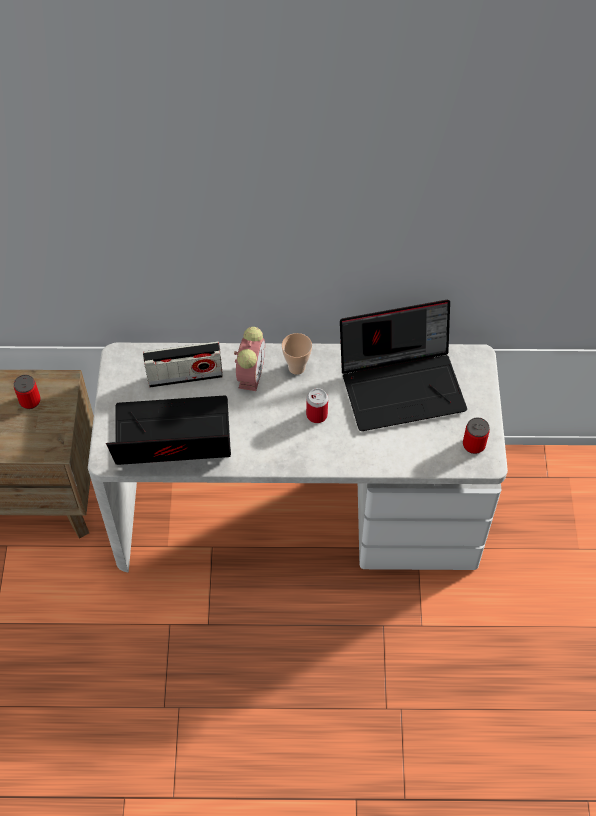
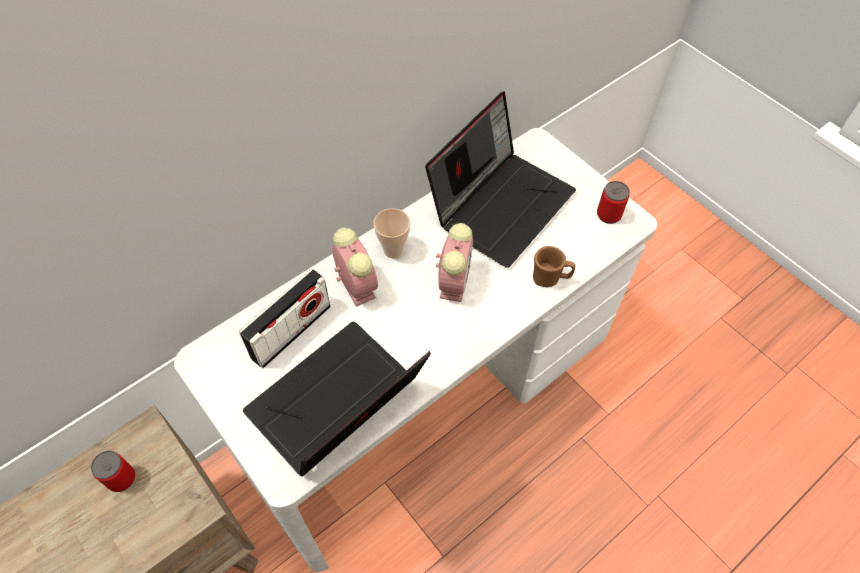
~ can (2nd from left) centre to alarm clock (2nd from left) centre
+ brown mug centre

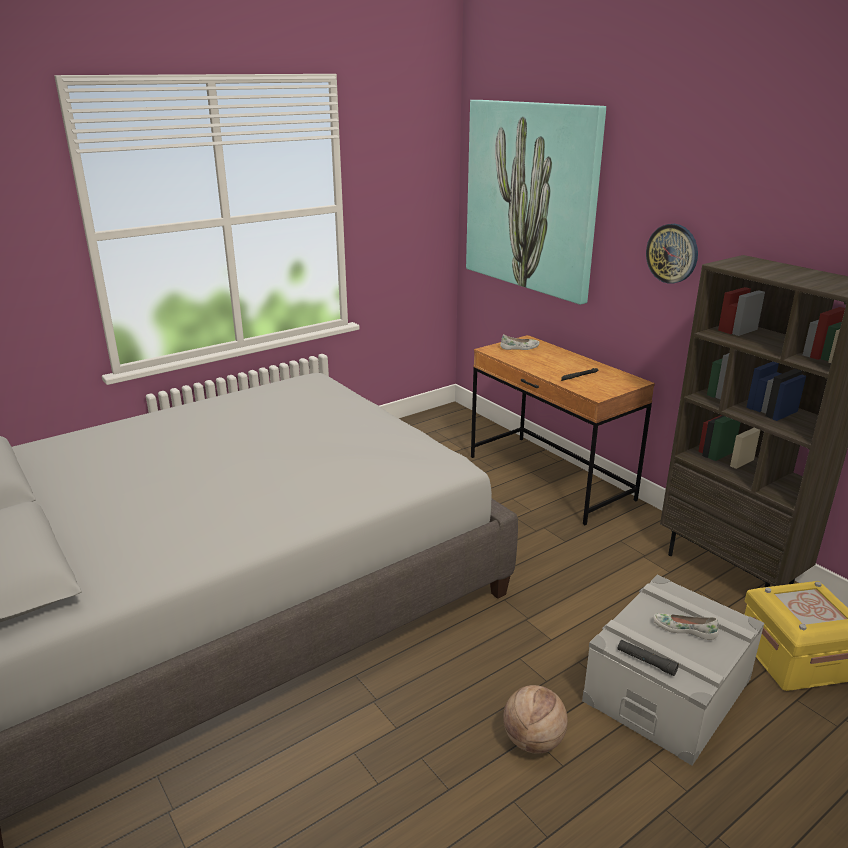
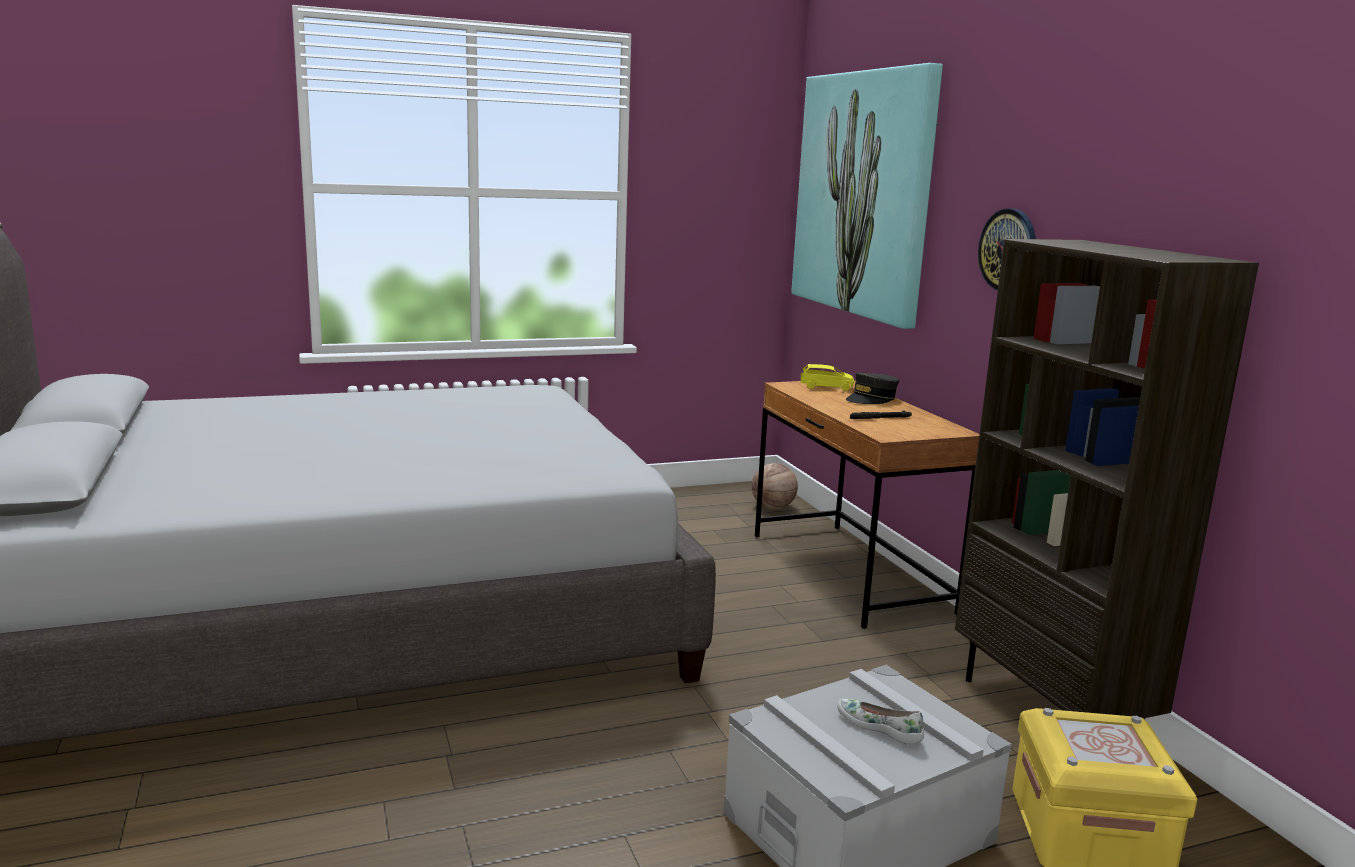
~ white shoe (1st from left) centre to yellow toy car centre
- black flashlight (2nd from left) bottom right
~ basketball bottom centre to centre
+ grey cap centre

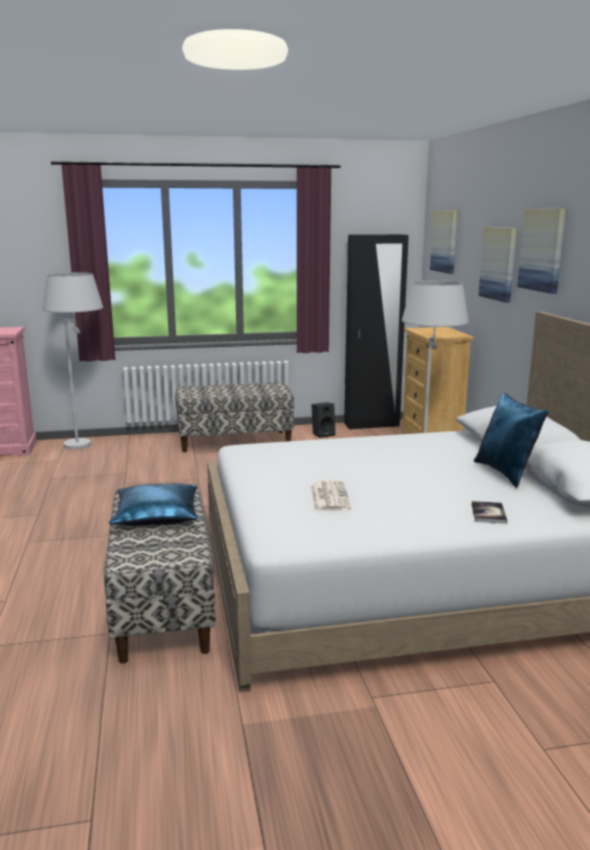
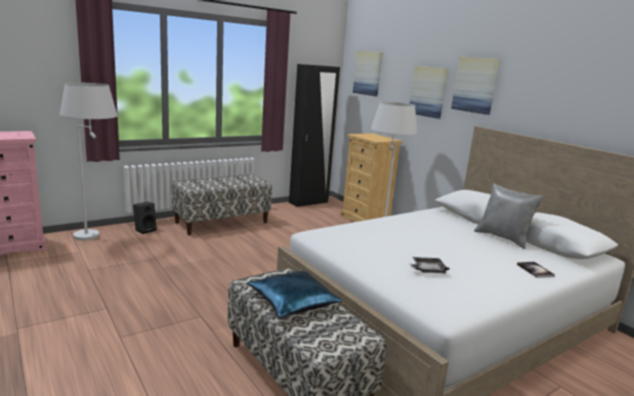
~ blue pillow (2nd from left) middle right to grey pillow middle right
~ black speaker centre to middle left
~ newspaper centre to grey tray bottom right

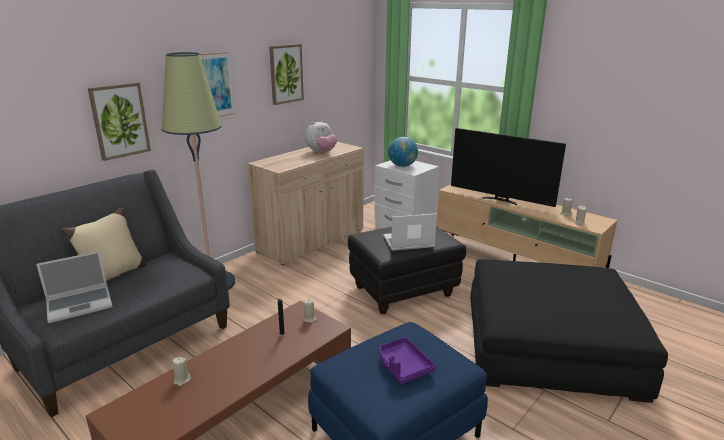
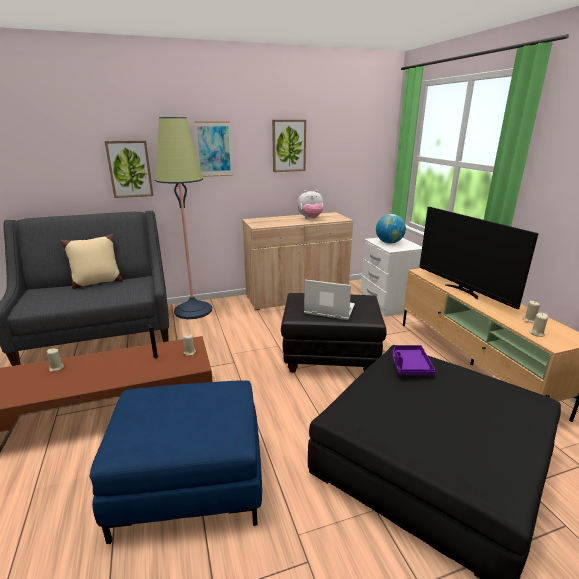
- laptop (1st from left) middle left
~ purple tray bottom centre to middle right

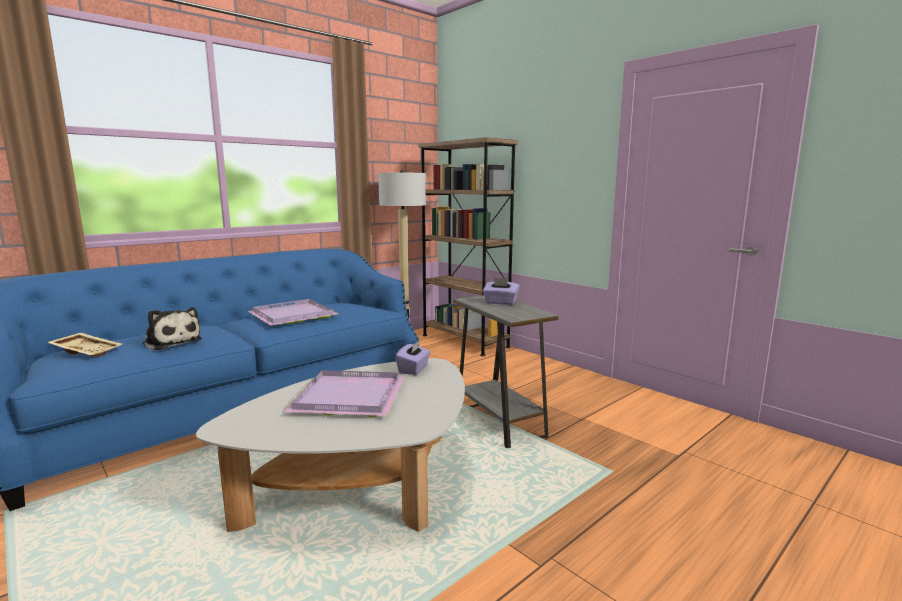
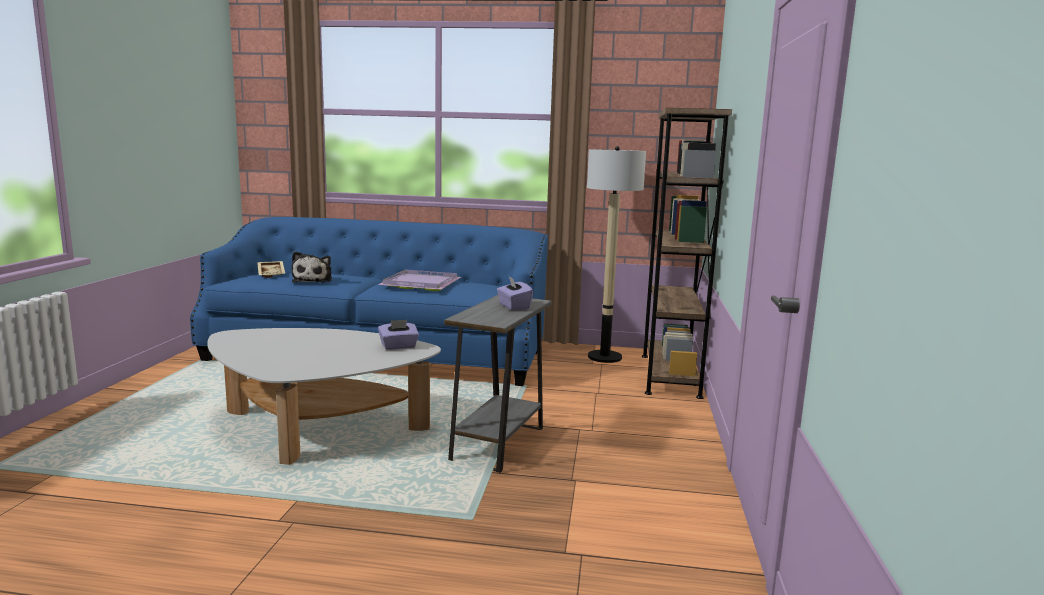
- purple tray (2nd from left) centre

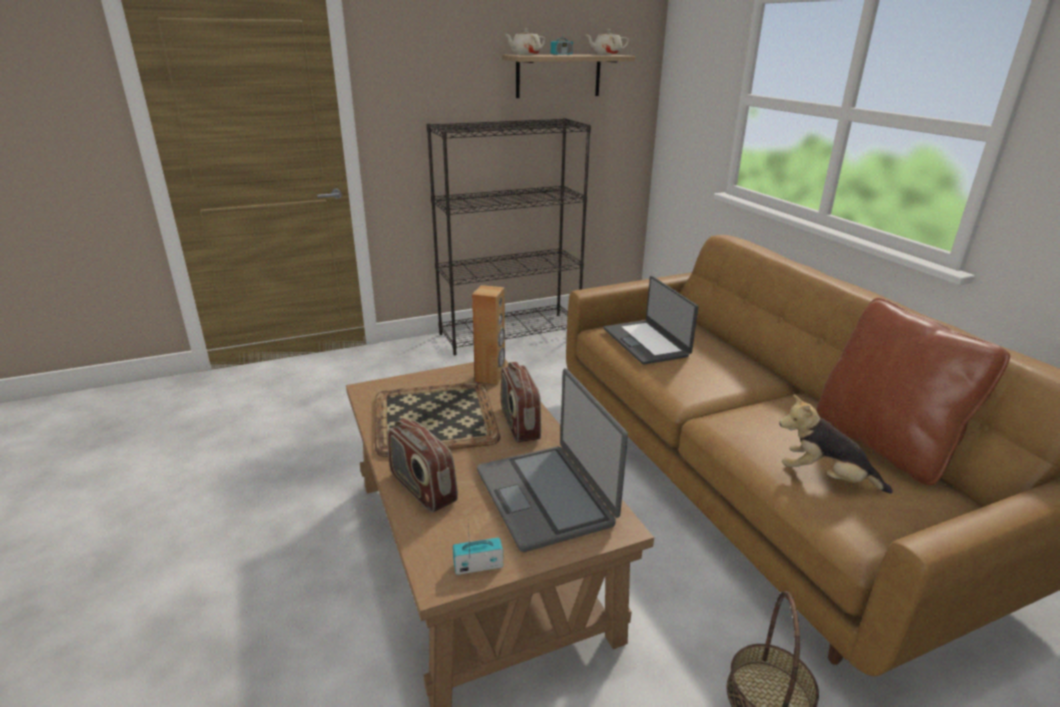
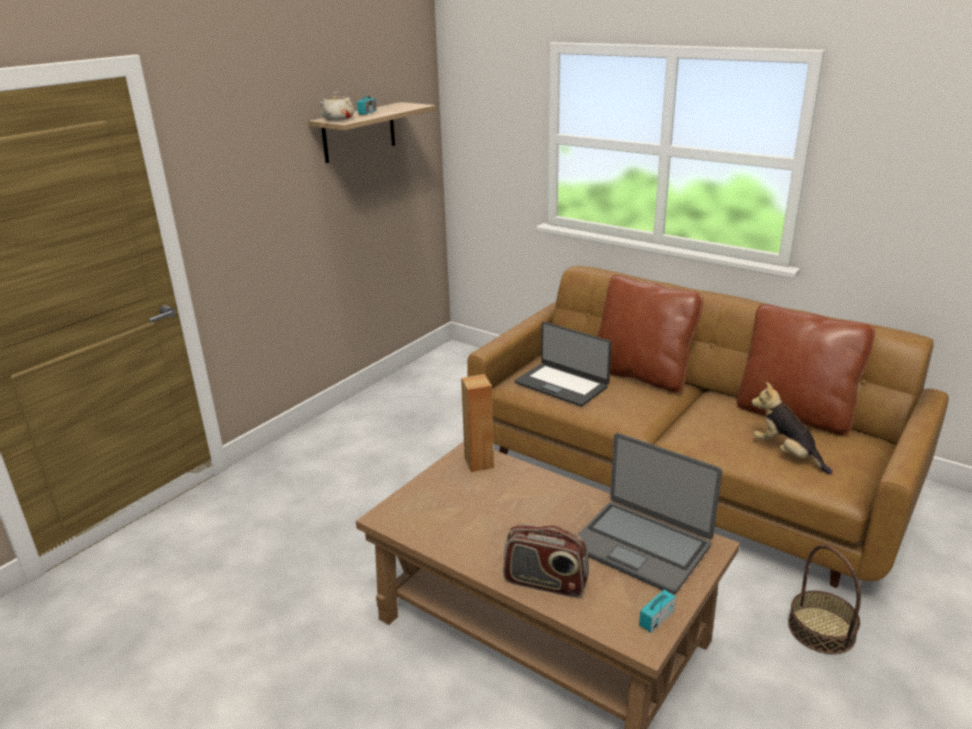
- beige teapot (2nd from left) top centre
- black bookcase centre
- radio (3rd from left) centre
- tray centre
~ plush toy middle right = middle right 60 degrees clockwise
+ brown pillow (1st from left) middle right

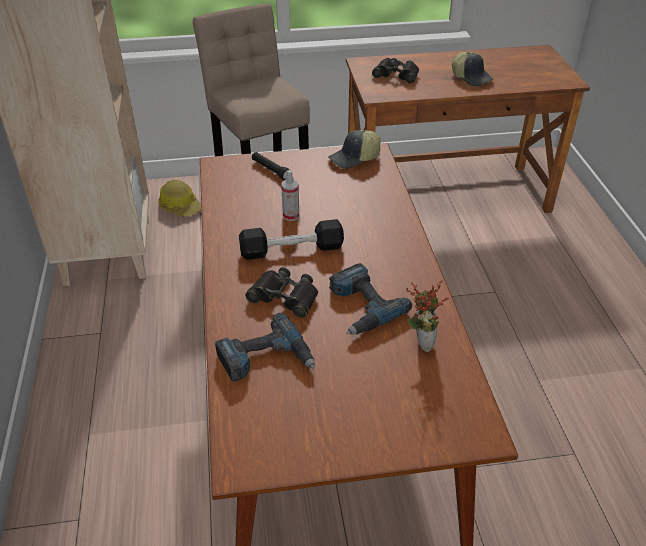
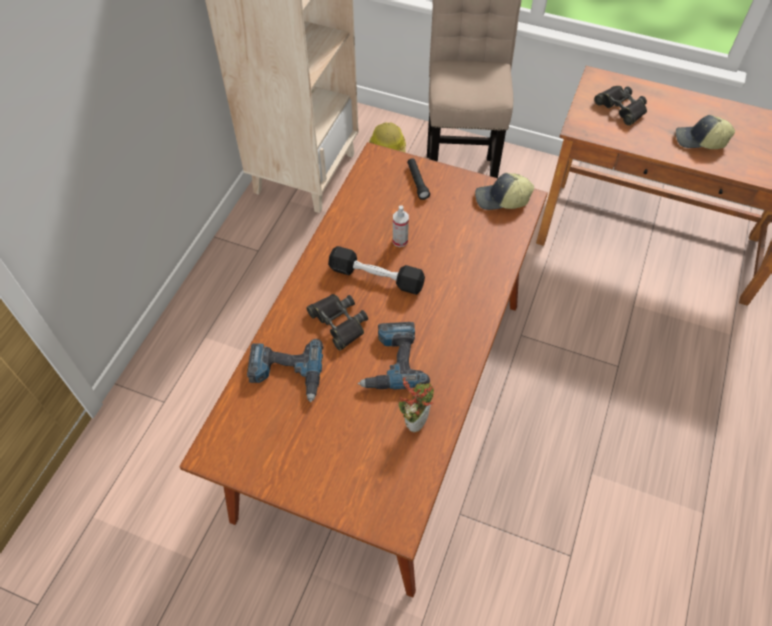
~ cap (2nd from left) top right = top right 105 degrees clockwise

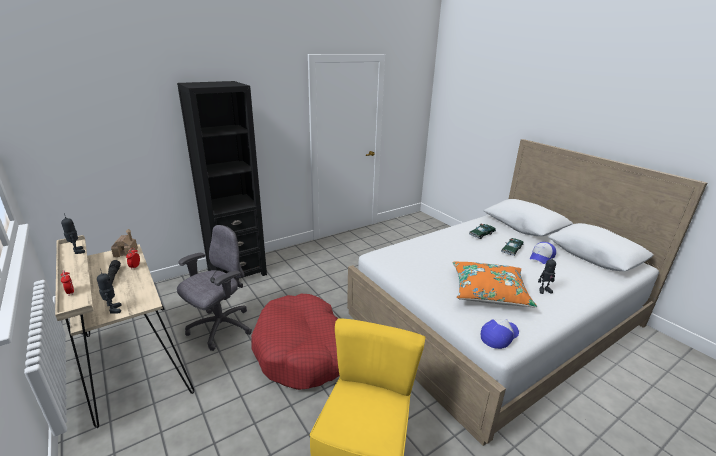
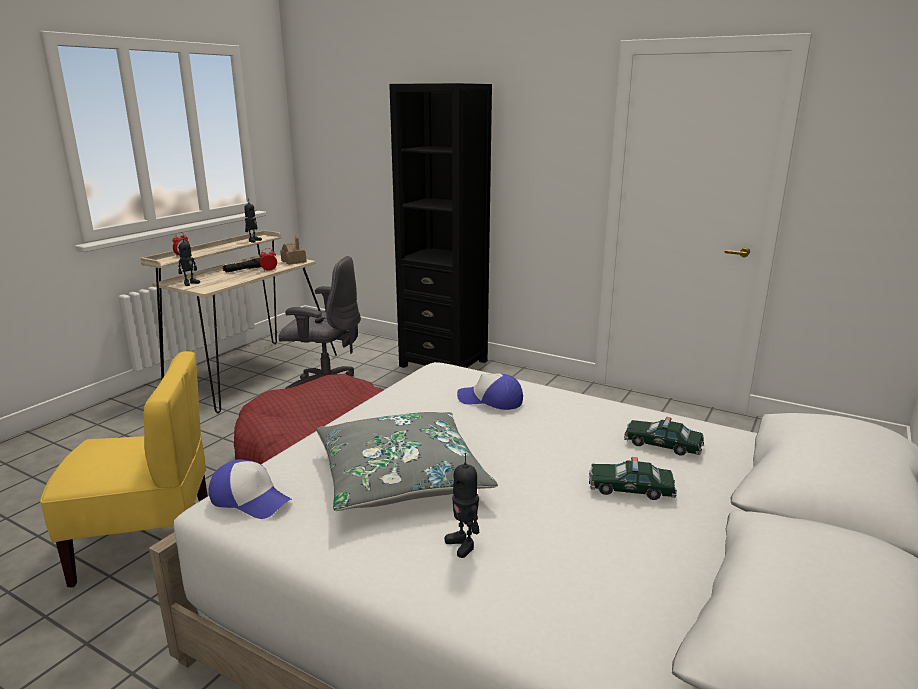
~ cap (2nd from left) middle right to centre
~ orange pillow middle right to grey pillow bottom centre

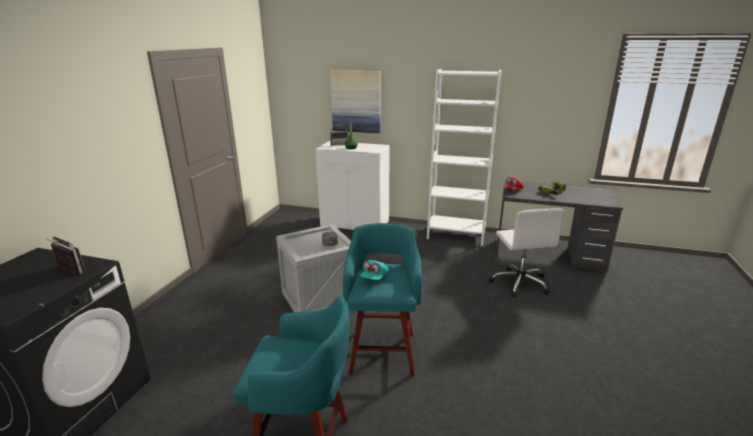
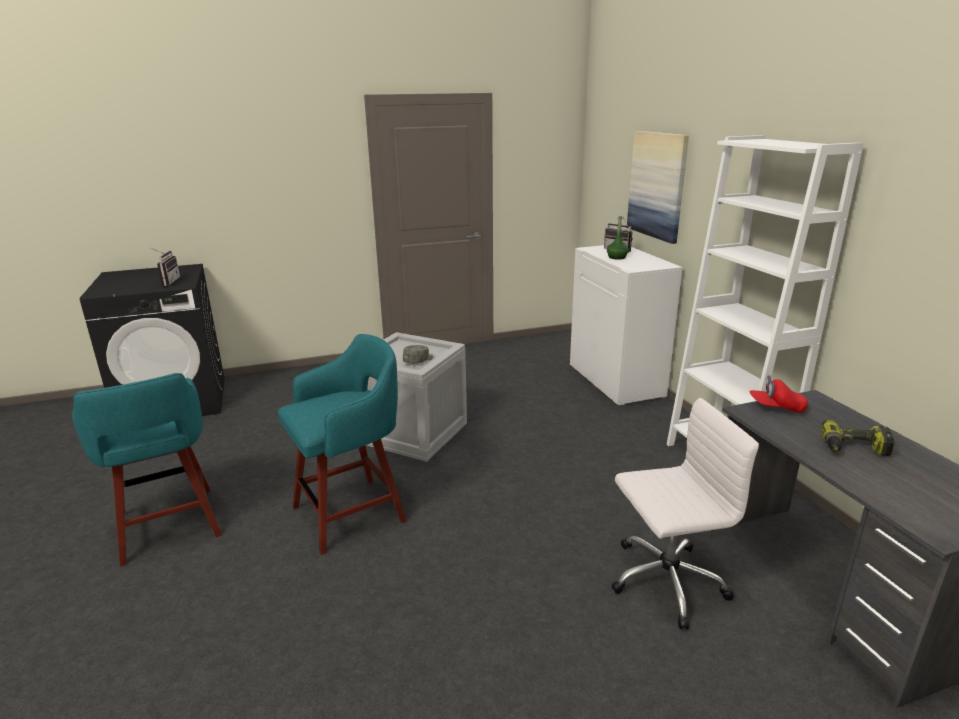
~ white office chair middle right = bottom right 150 degrees counterclockwise
- turquoise cap centre

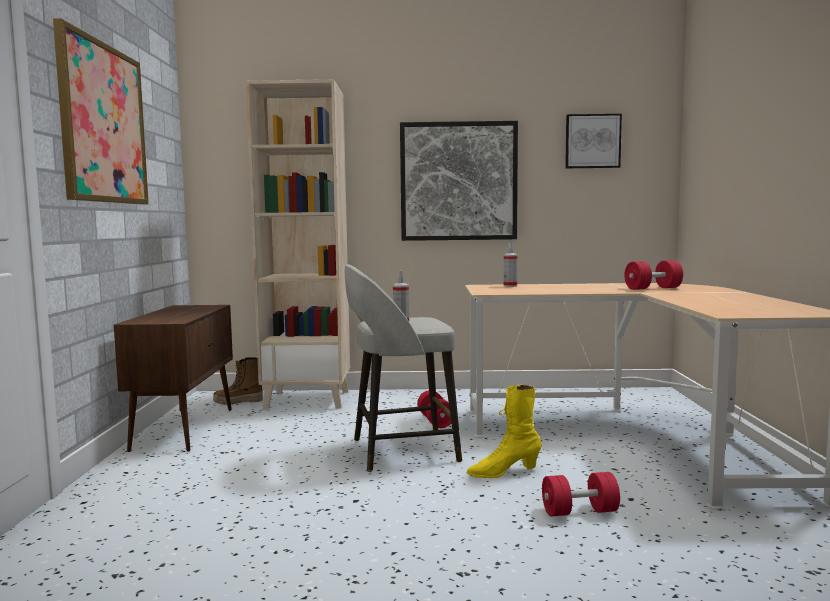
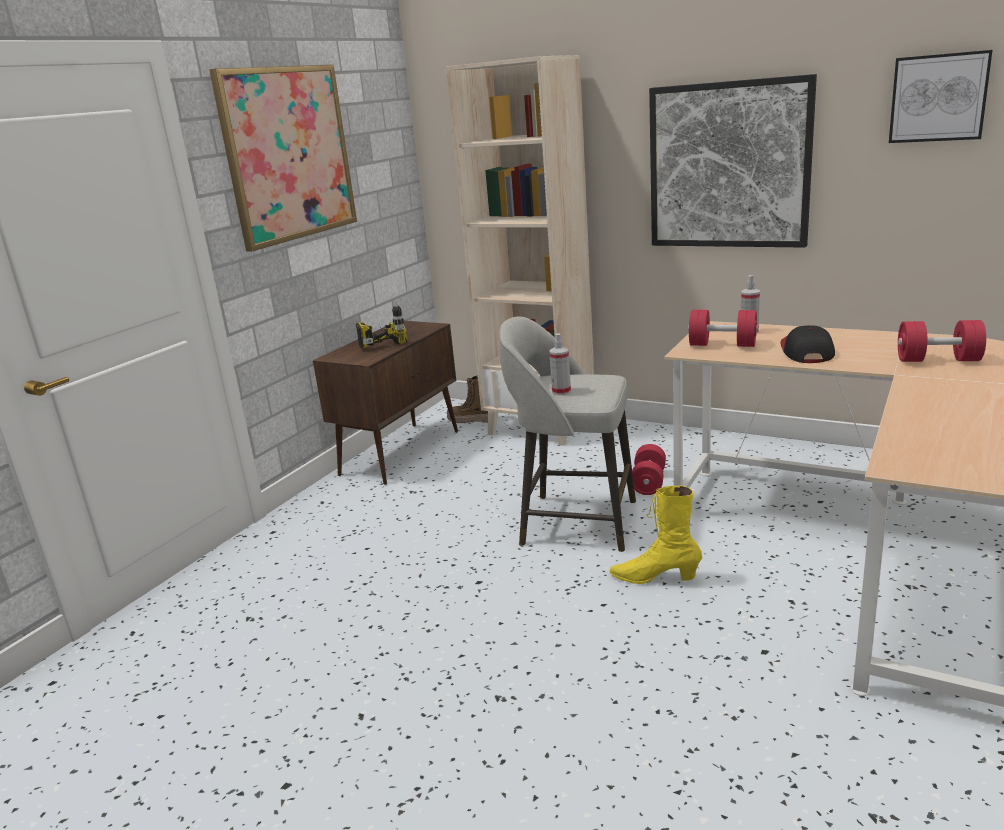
~ red dumbbell (2nd from left) bottom right to middle right
+ power drill centre
+ cap middle right

